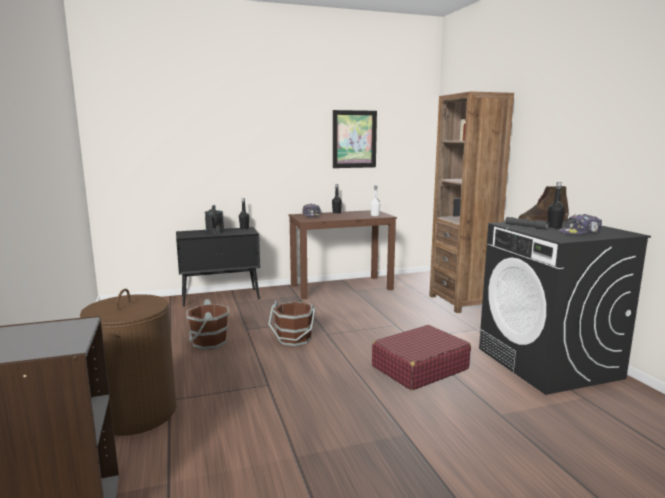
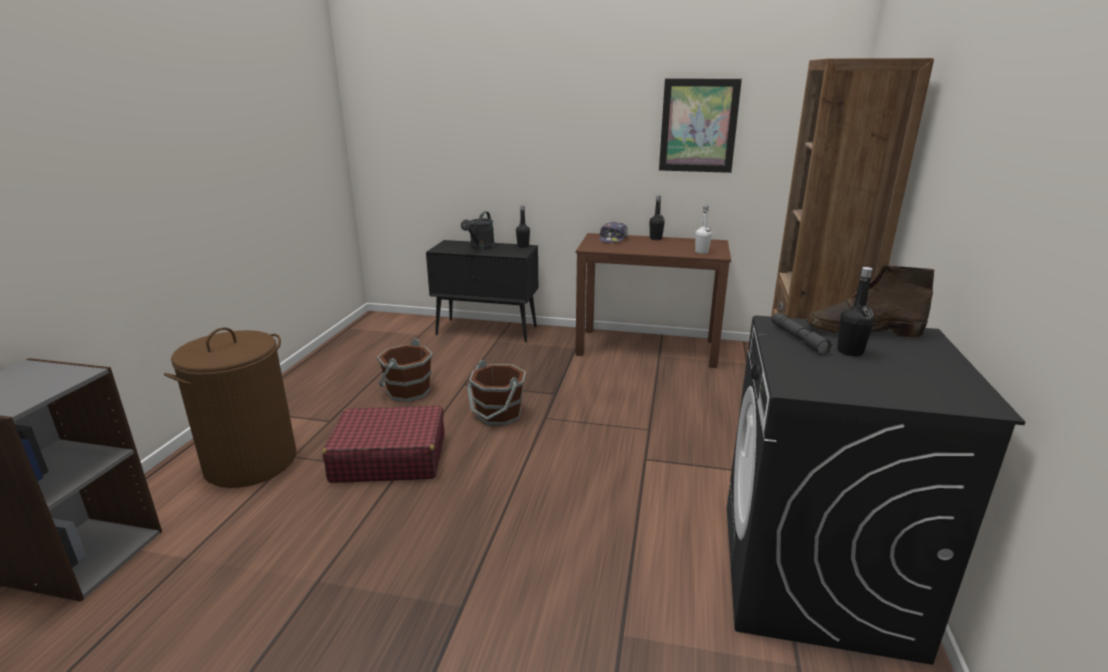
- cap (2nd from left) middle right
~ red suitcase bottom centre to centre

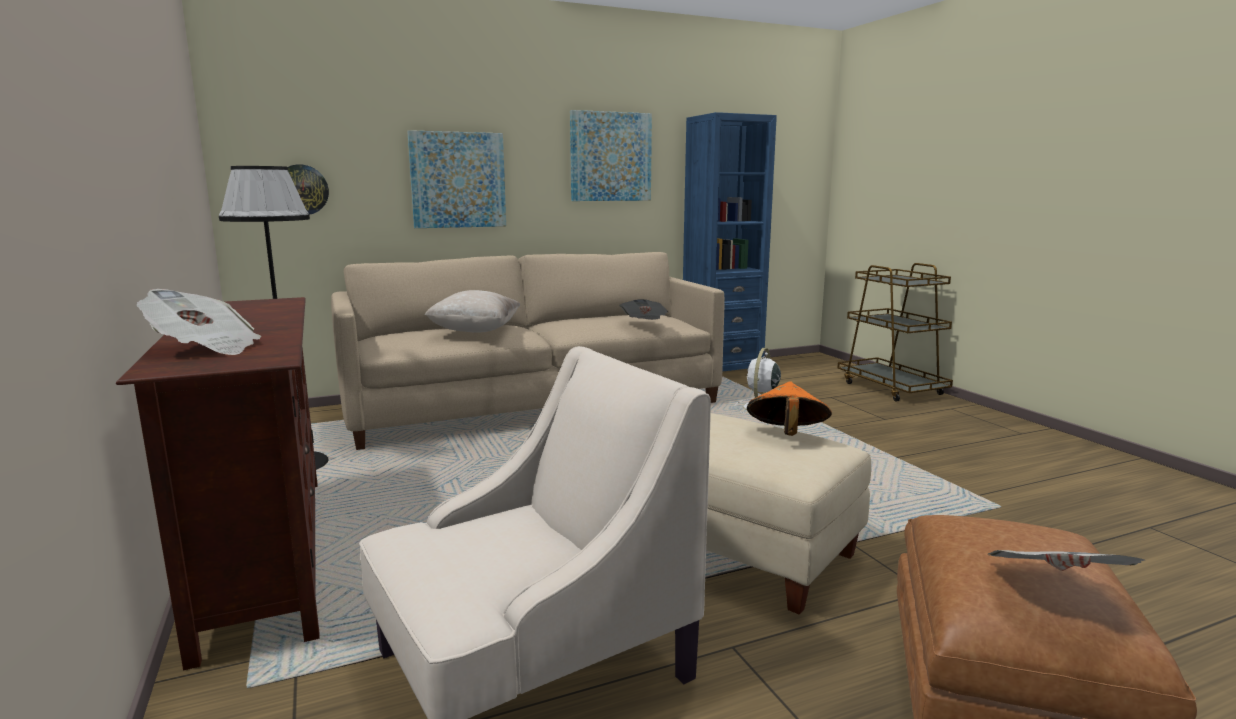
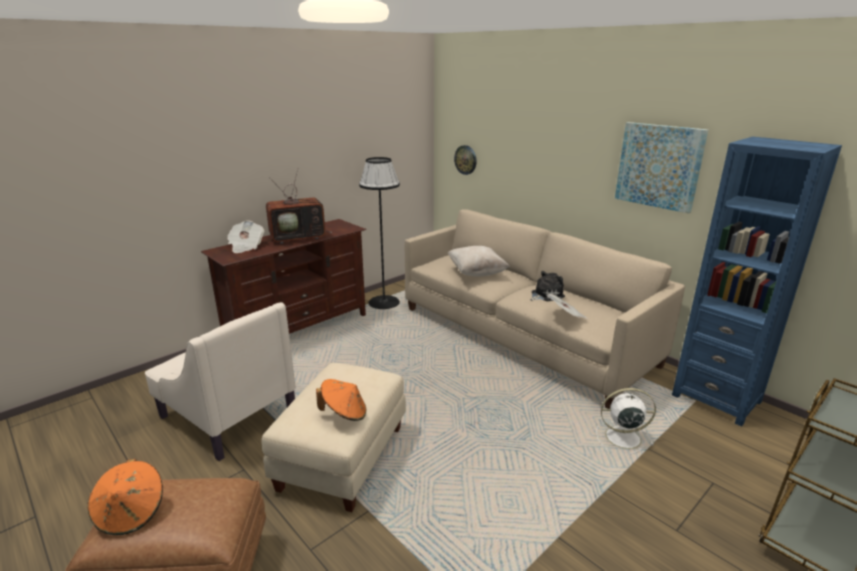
- picture (1st from left) top centre
~ newspaper (3rd from left) bottom right to orange hat (1st from left) bottom left
+ television centre
+ plush toy centre

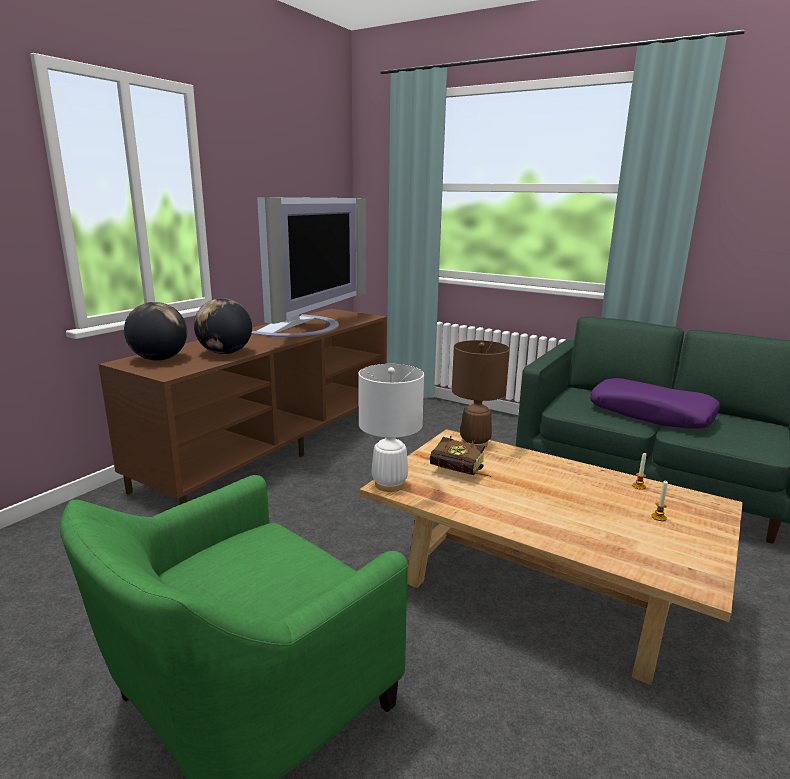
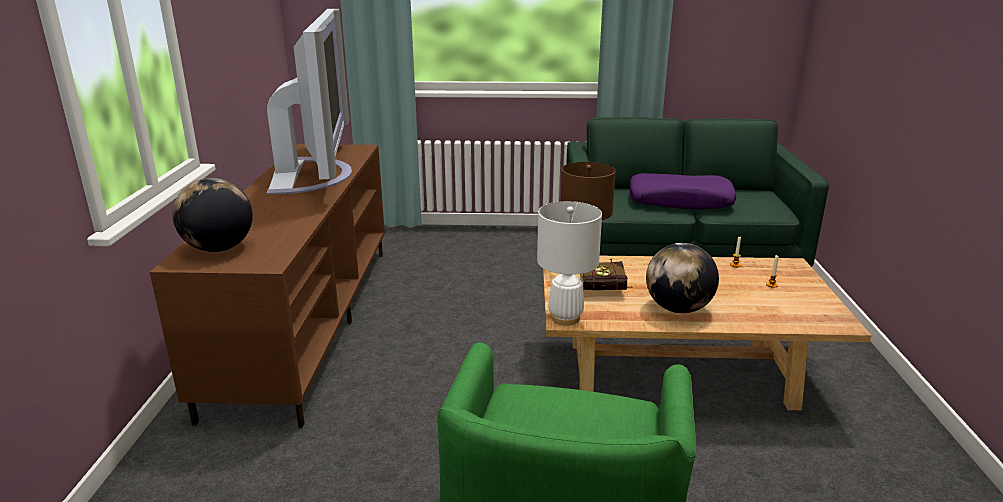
~ globe (2nd from left) middle left to middle right

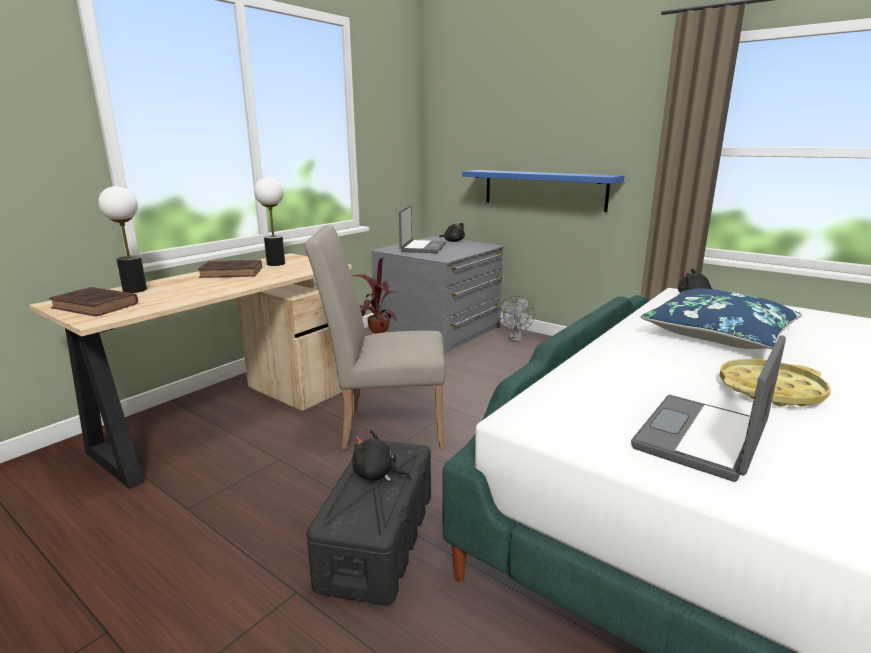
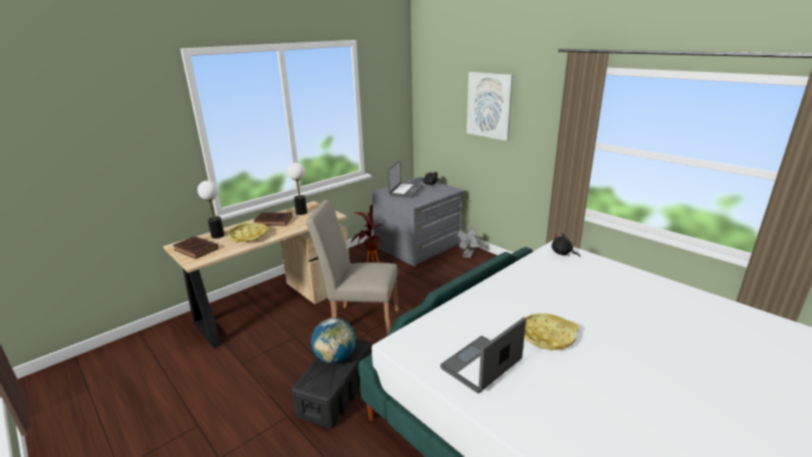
- blue shelf top centre
- blue pillow middle right
~ black plush toy (1st from left) bottom centre to globe bottom centre
+ picture top centre
+ yellow tray (1st from left) middle left

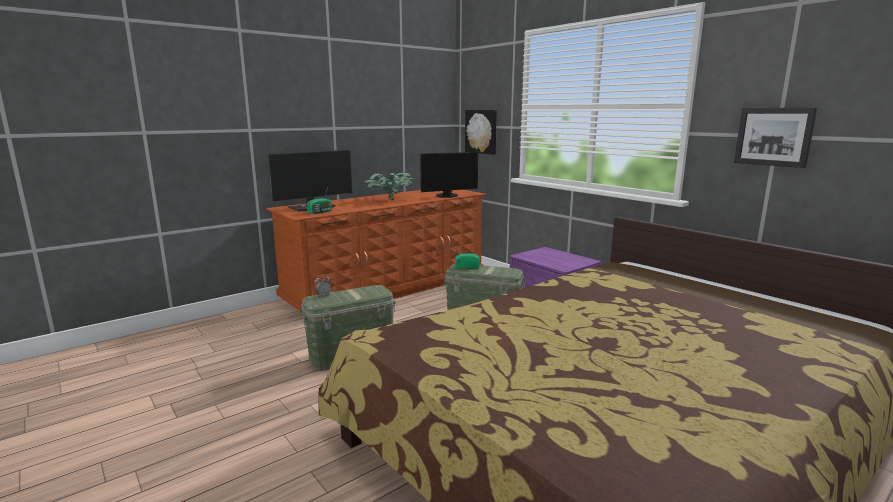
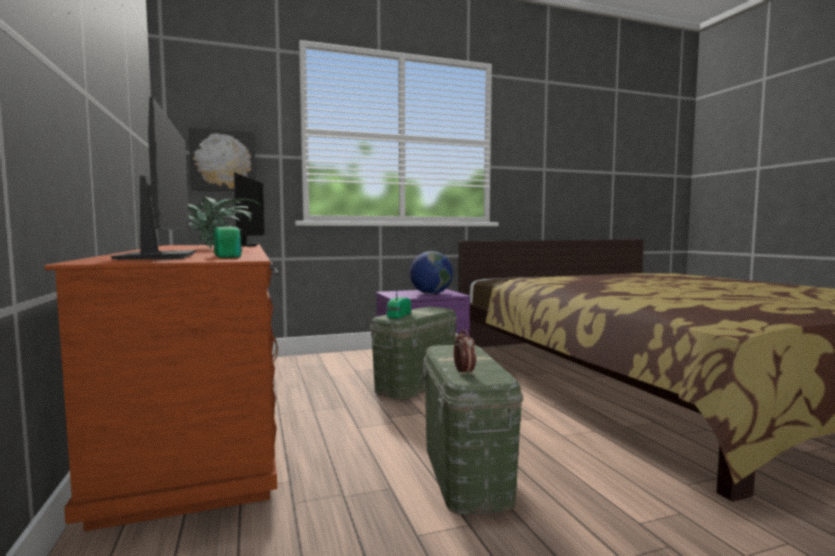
- picture (2nd from left) top right
+ globe centre

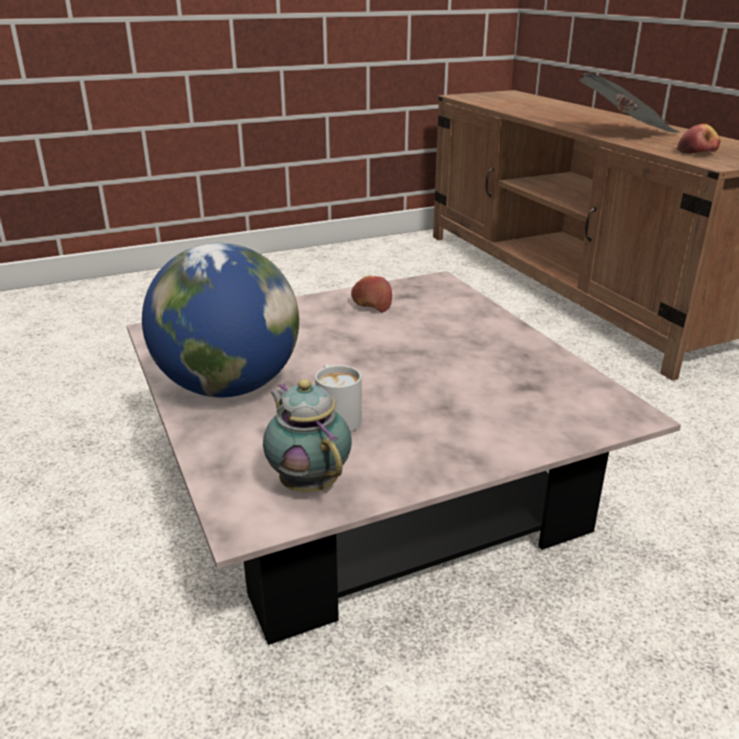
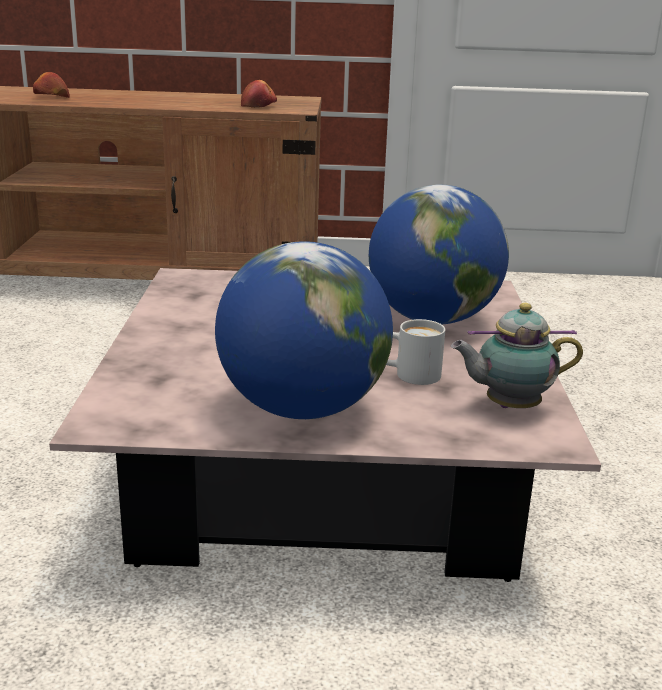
- newspaper top right
~ apple (1st from left) centre to top left
+ globe (2nd from left) centre

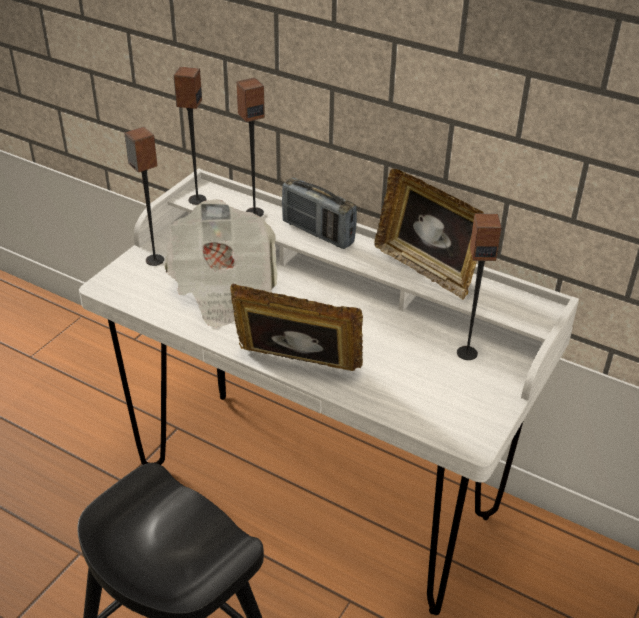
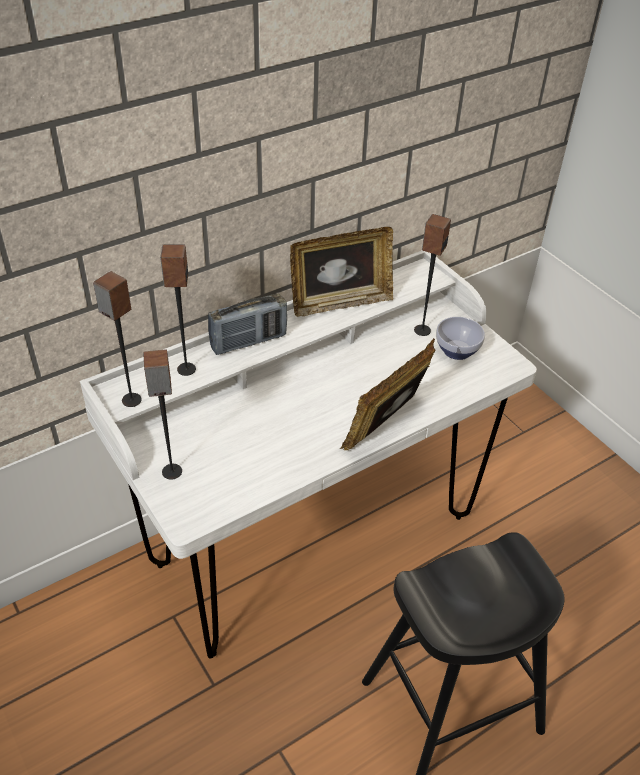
- newspaper centre
+ bowl middle right

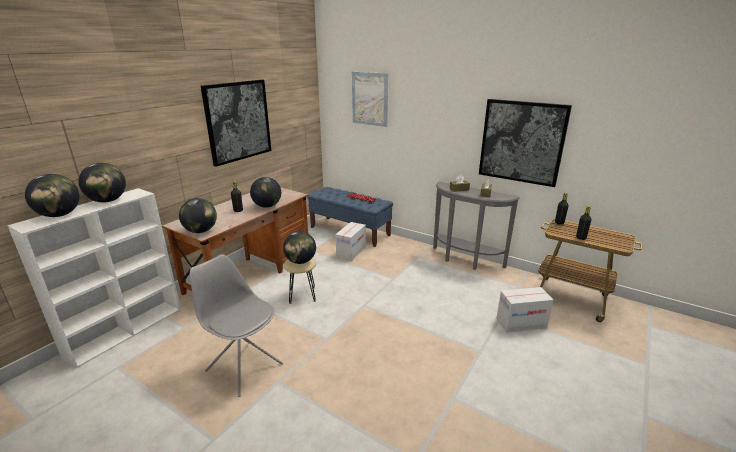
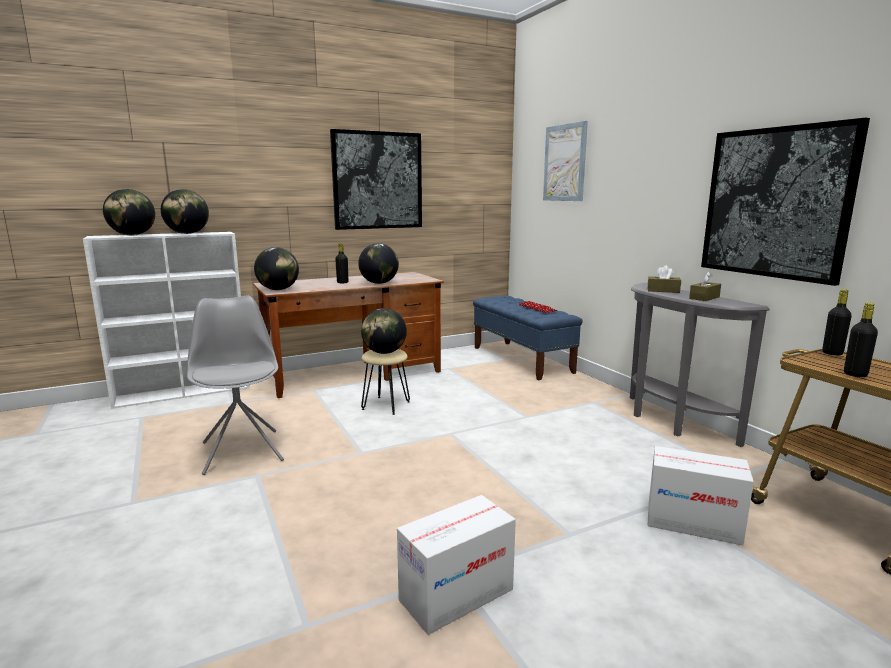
~ cardboard box (1st from left) centre to bottom centre

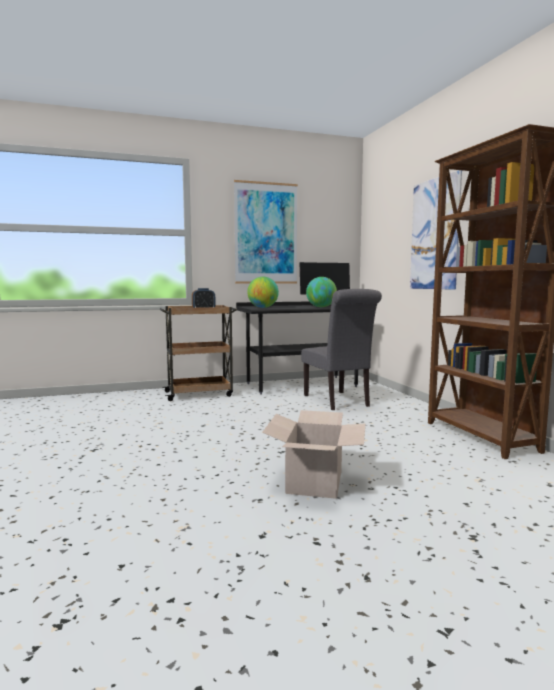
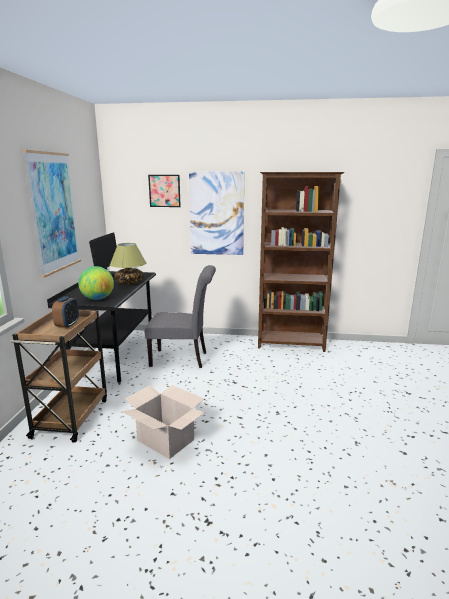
~ globe (2nd from left) centre to table lamp middle left
~ cardboard box centre to bottom centre
+ picture (2nd from left) top centre

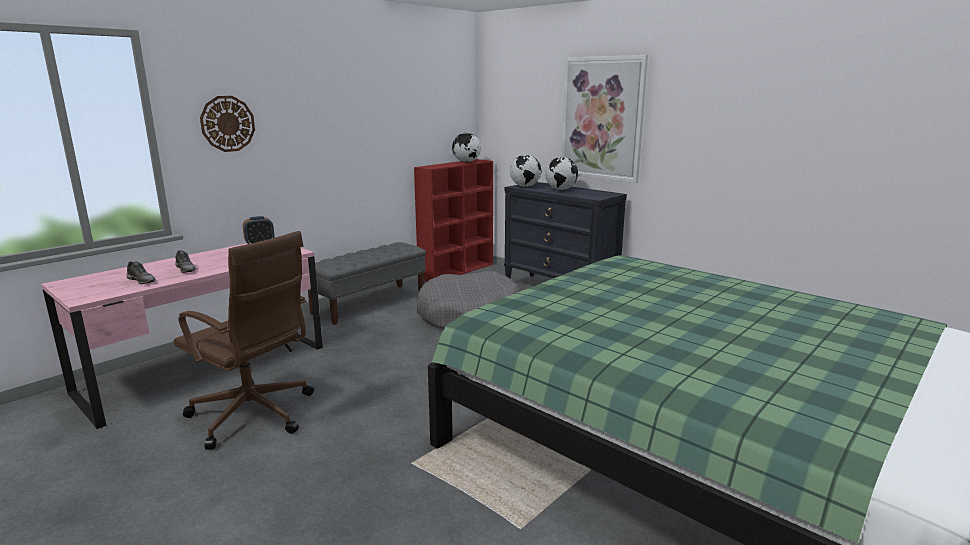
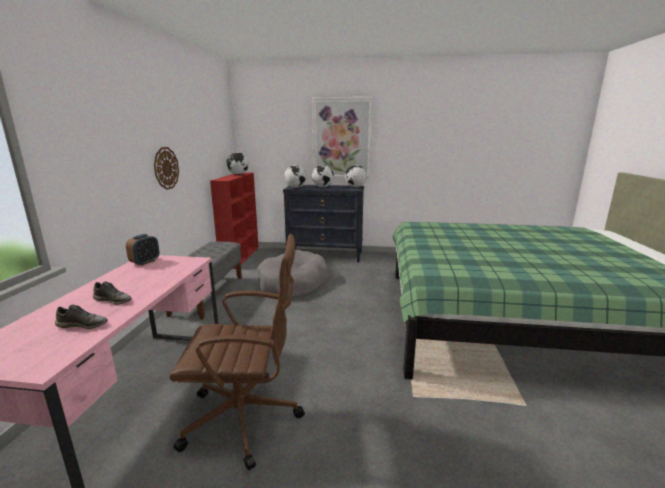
~ wall clock top left to middle left
+ globe (4th from left) centre

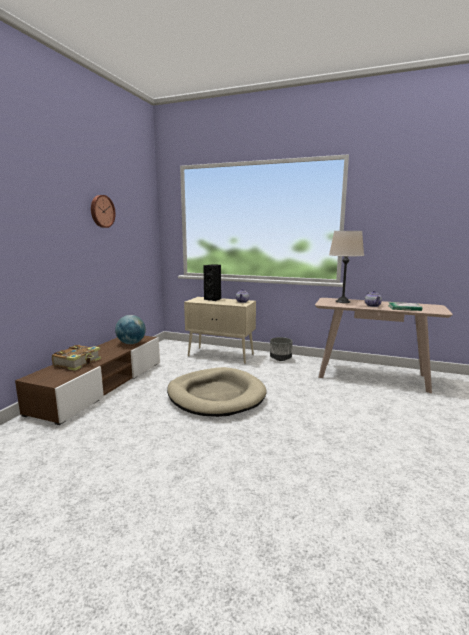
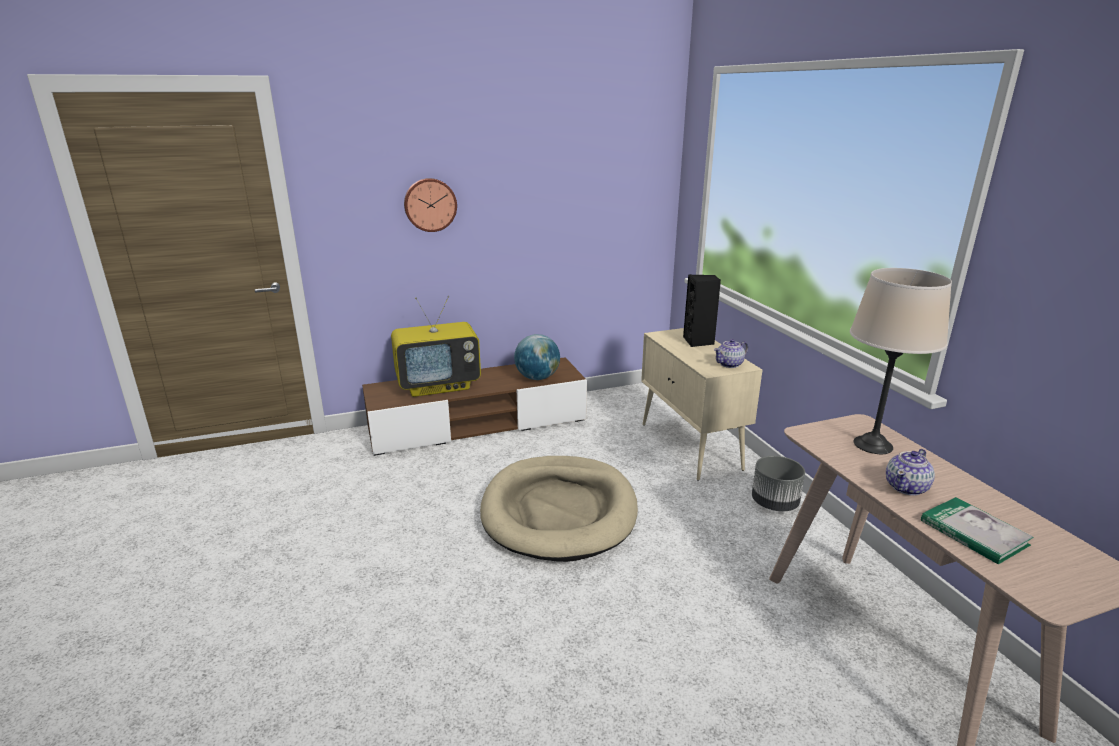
~ wall clock top left to top centre
~ book (1st from left) middle left to television centre

